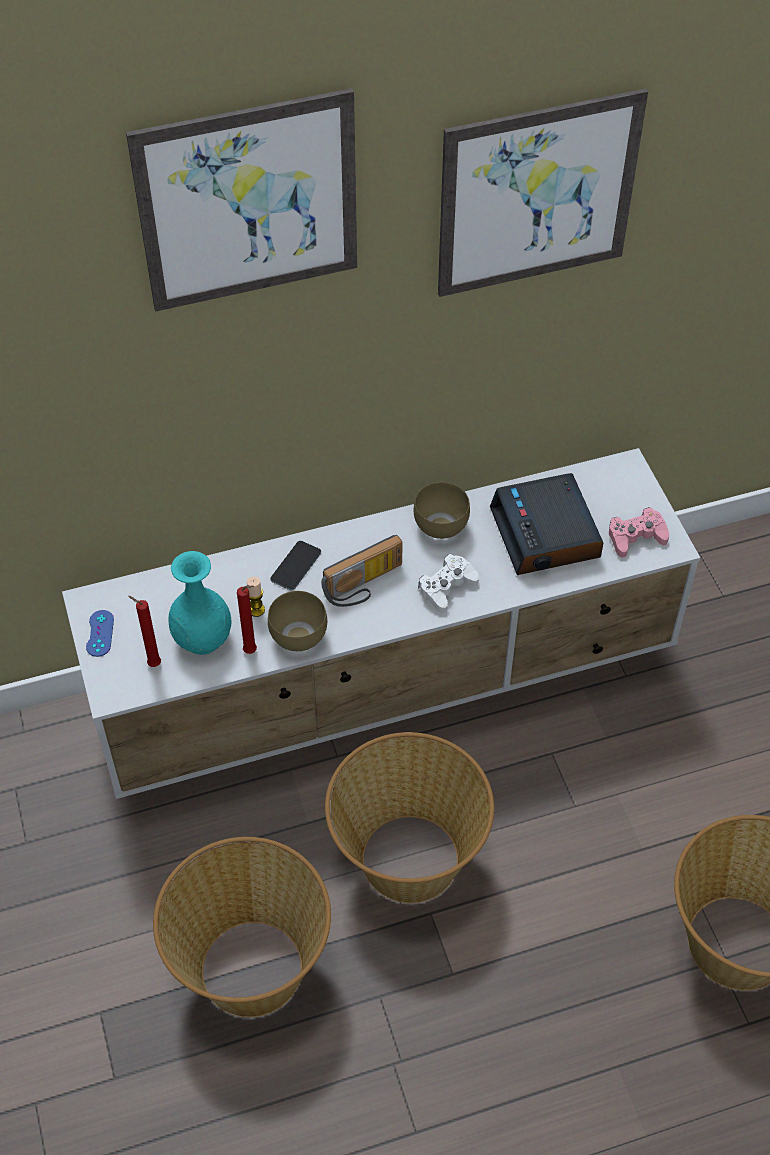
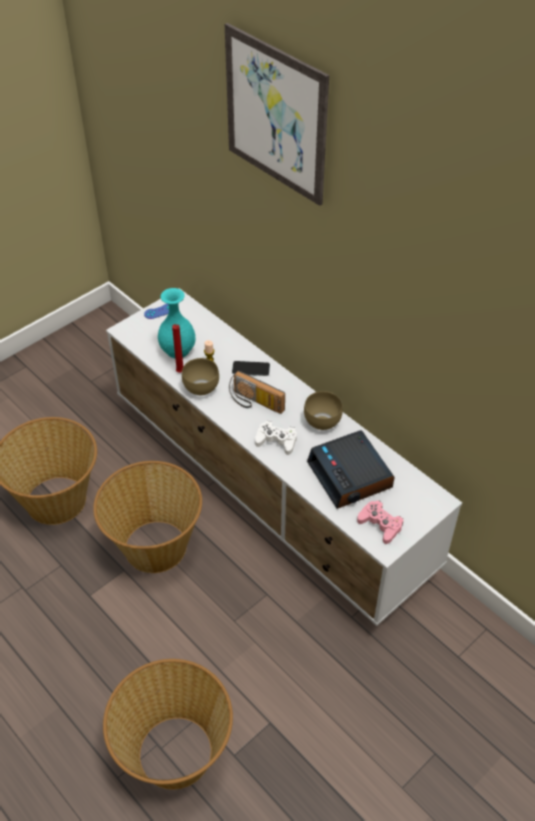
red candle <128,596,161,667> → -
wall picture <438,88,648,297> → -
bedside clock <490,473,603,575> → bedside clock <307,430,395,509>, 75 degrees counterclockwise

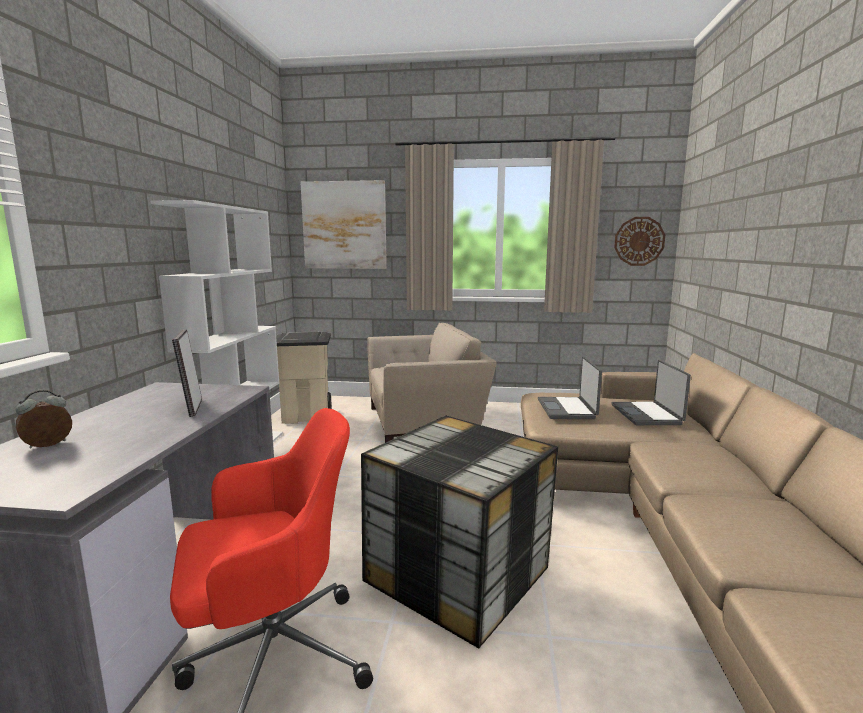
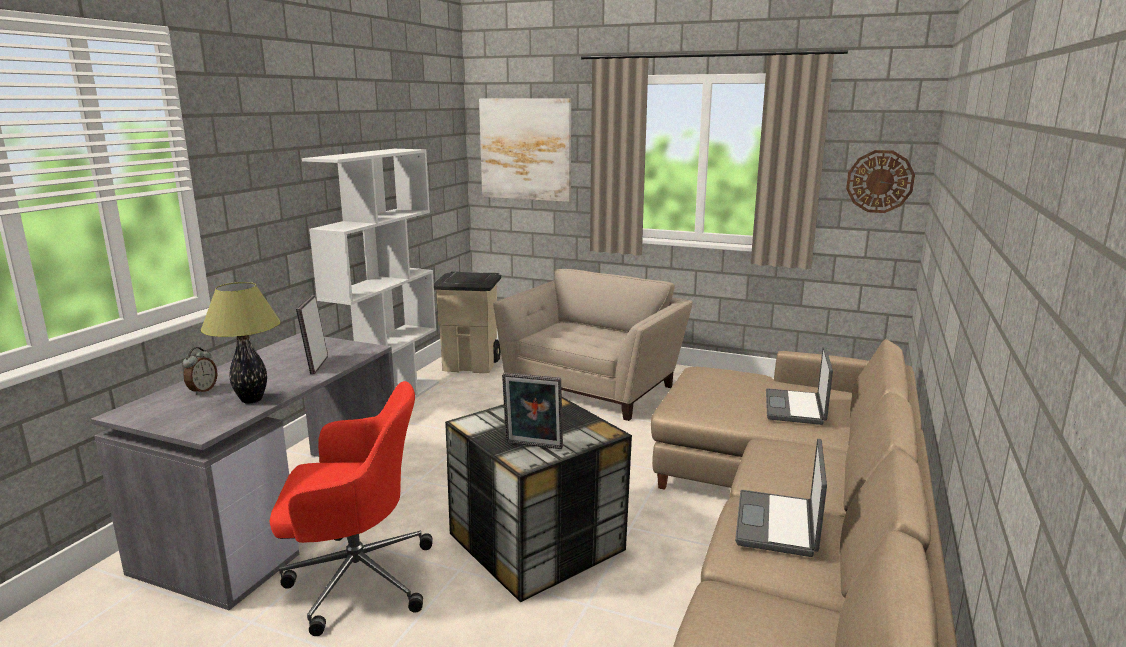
bedside clock <16,390,72,448> → bedside clock <183,347,218,395>, 135 degrees clockwise
sand-coloured armchair <367,323,497,443> → sand-coloured armchair <493,269,693,421>, 60 degrees counterclockwise
portable computer <538,357,602,419> → portable computer <735,439,827,557>, relocated
- → table lamp <201,282,281,404>
- → photo frame <502,373,563,449>

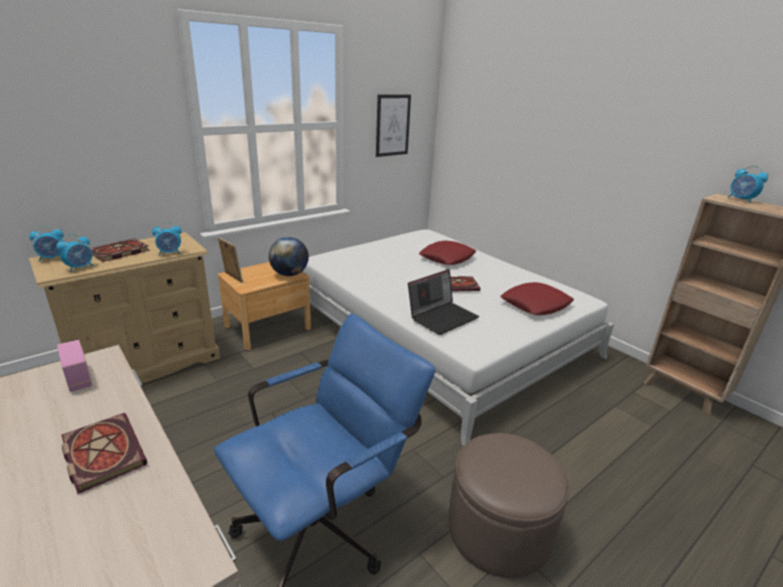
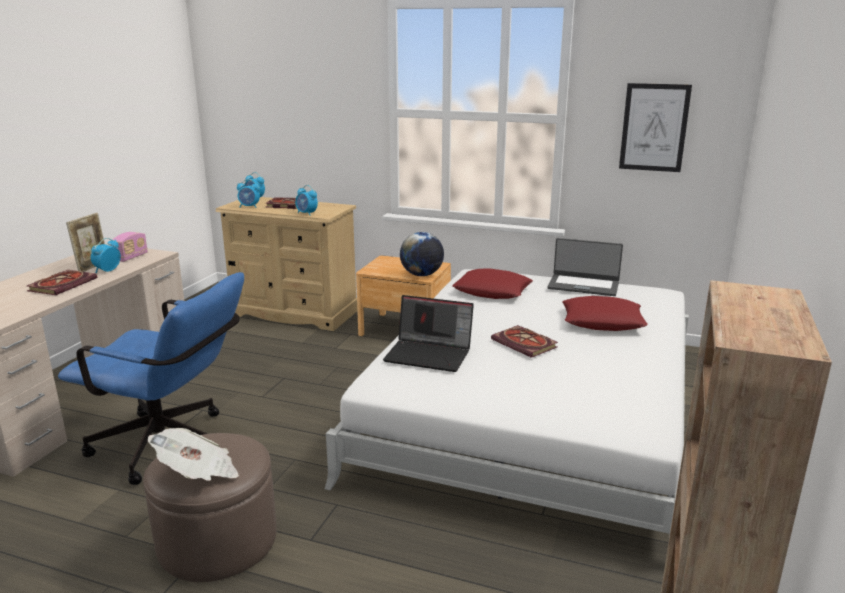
photo frame <218,237,243,283> → photo frame <66,213,105,272>, relocated
red throw pillow <500,282,574,315> → red throw pillow <452,268,533,299>, relocated
bedside clock <727,166,769,203> → bedside clock <91,238,121,273>, relocated
- → newspaper <148,428,239,481>
- → portable computer <547,238,623,296>

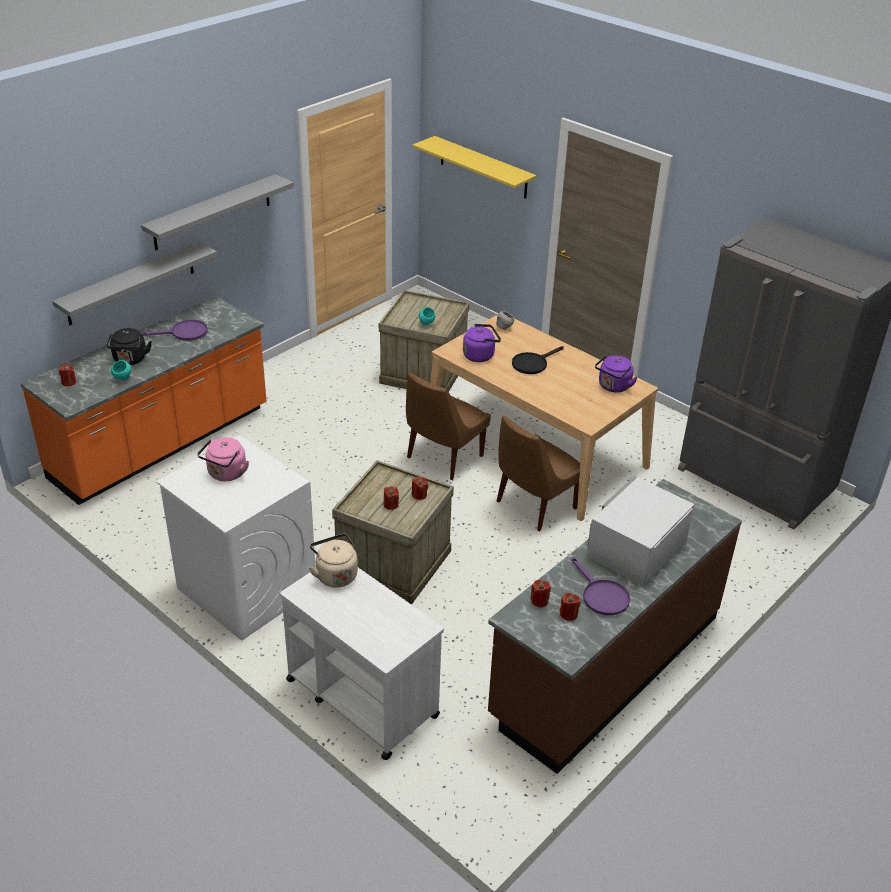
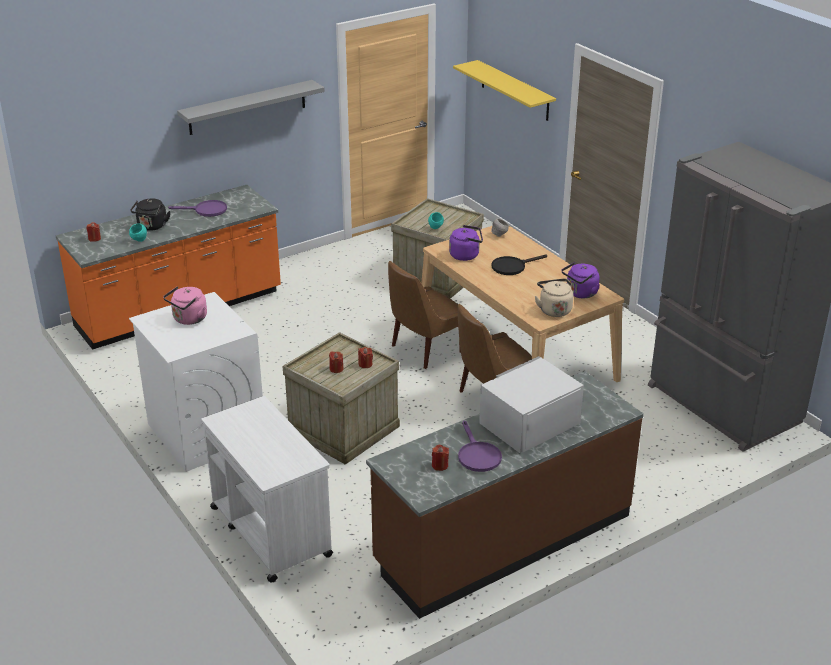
gray bracket shelf <52,242,217,325> → -
sand-coloured kettle <308,534,358,588> → sand-coloured kettle <535,279,573,317>, relocated
red candle <530,580,551,608> → -

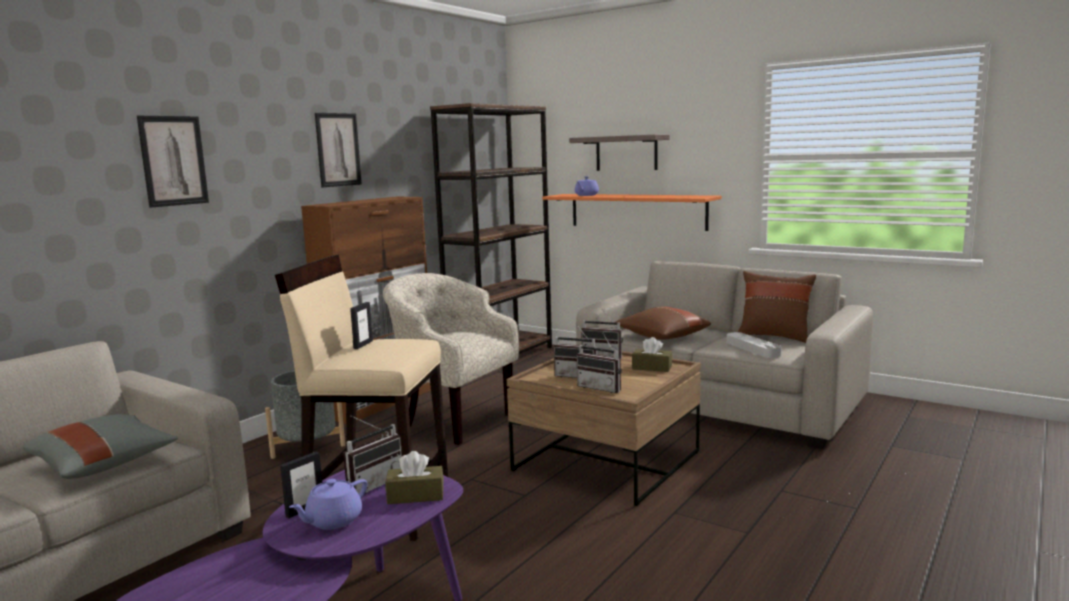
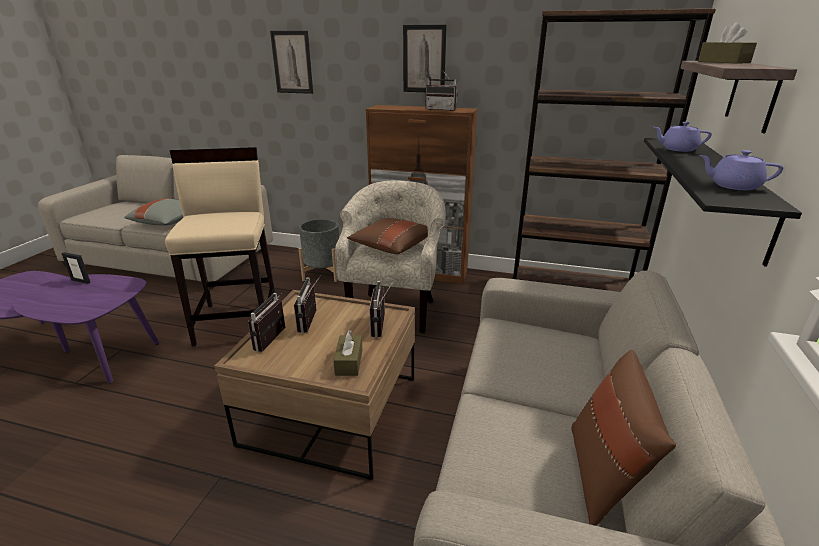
purple-coloured teapot <289,479,367,530> → purple-coloured teapot <699,150,783,190>, relocated
radio <343,415,402,494> → radio <426,70,458,111>, relocated
photo frame <350,302,373,349> → -
brownish tissue box <385,451,444,504> → brownish tissue box <698,22,757,64>, relocated
orange bracket shelf <542,194,722,231> → black-coloured bracket shelf <644,138,802,267>
brownish throw pillow <615,307,711,340> → brownish throw pillow <347,218,428,254>, relocated
gray tray <726,332,782,358> → -

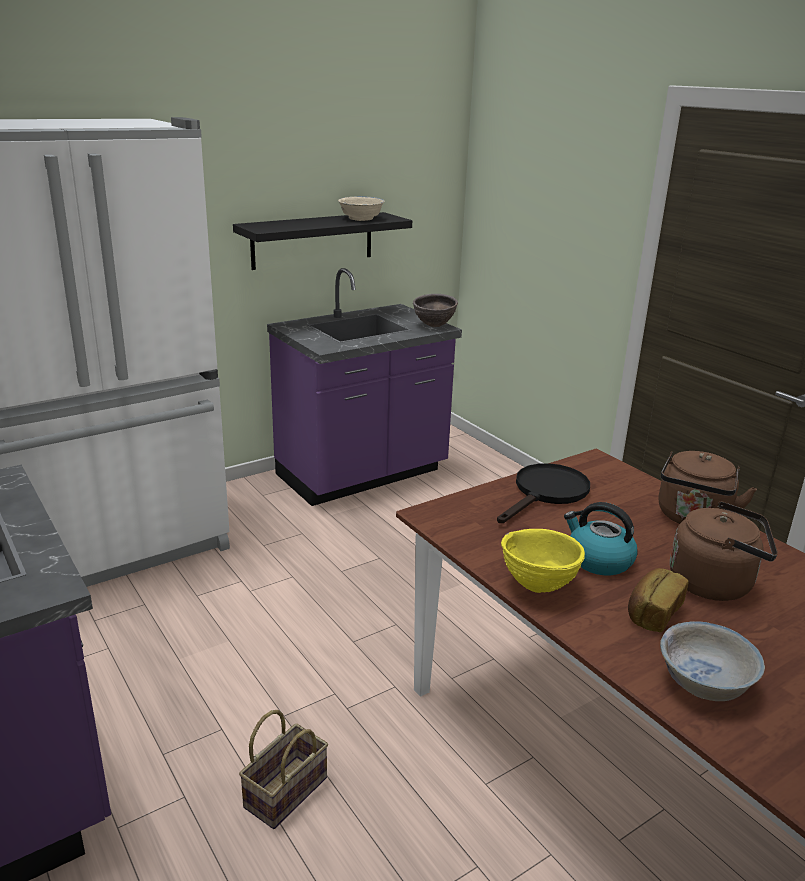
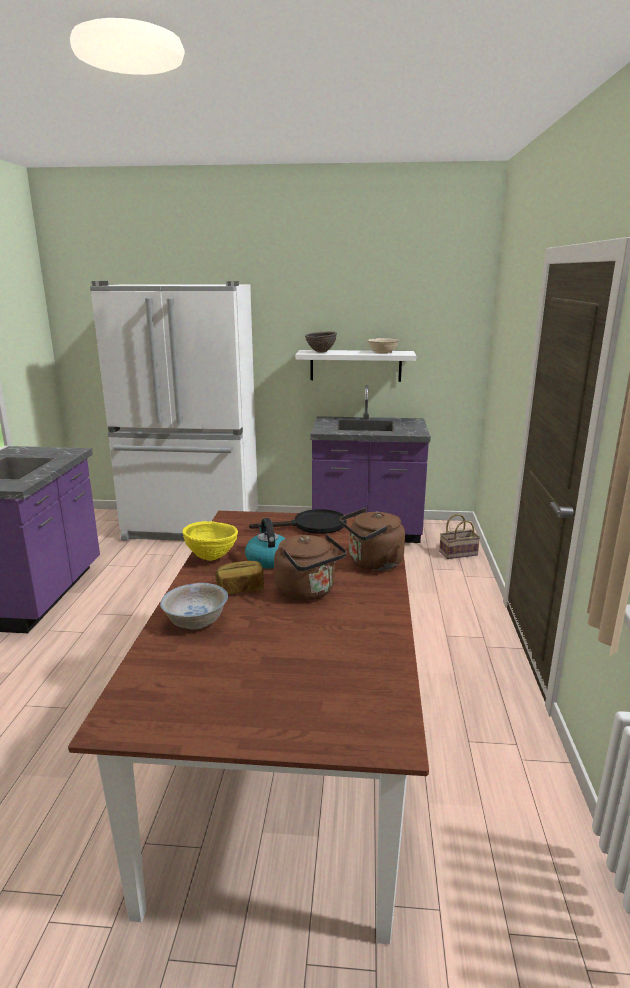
black-coloured bracket shelf <233,212,412,270> → whitish bracket shelf <295,350,416,382>
household basket <239,710,328,829> → household basket <439,514,480,559>, relocated
brownish bowl <413,294,458,327> → brownish bowl <305,331,337,353>, relocated

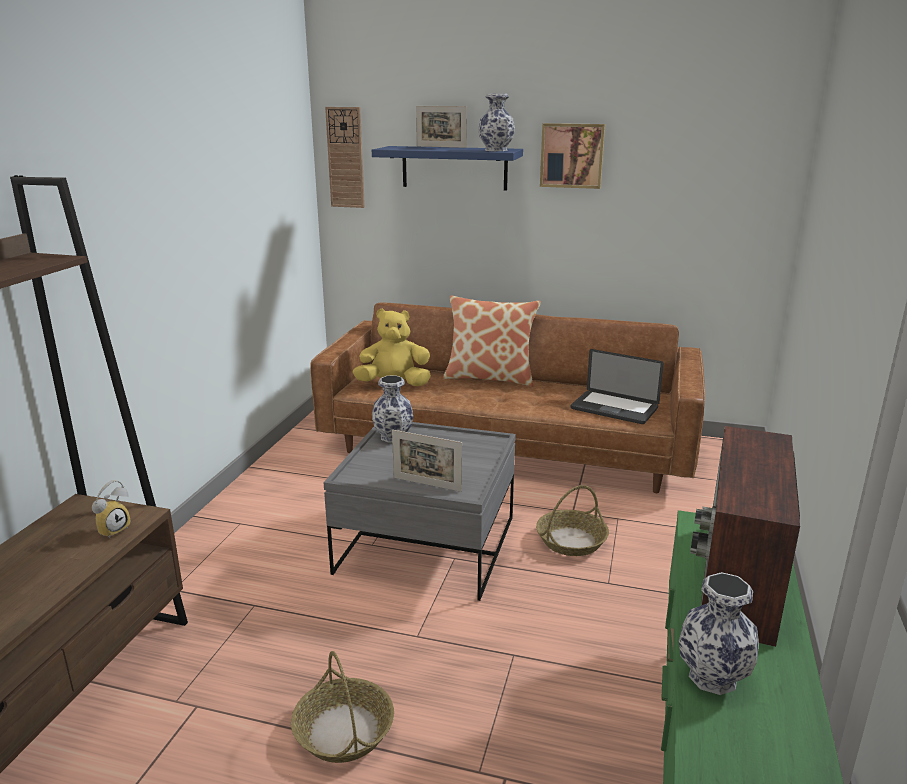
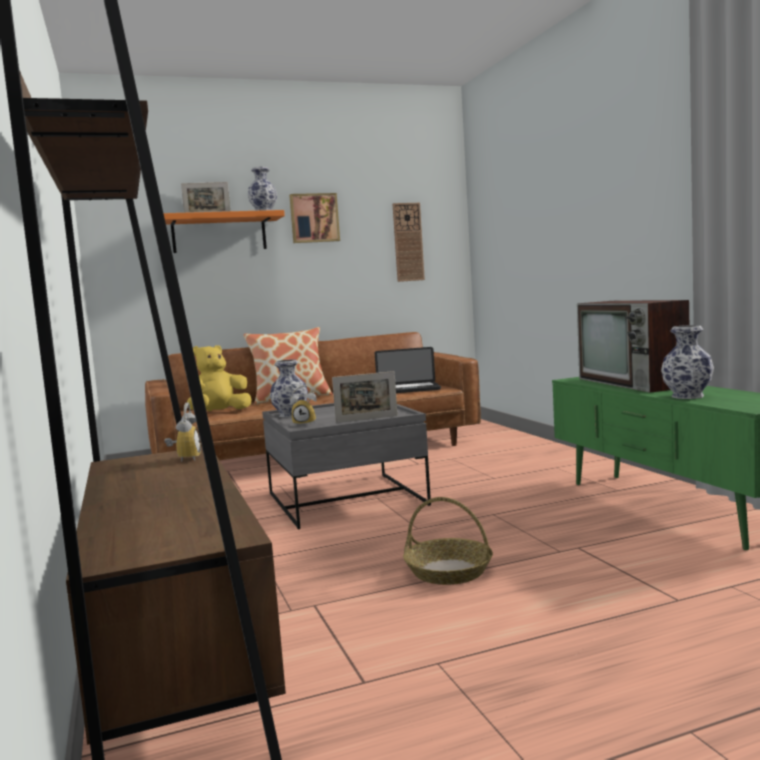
hanging clock <325,107,365,208> → hanging clock <393,203,425,282>, relocated
blue-coloured bracket shelf <372,146,523,190> → orange bracket shelf <164,210,285,253>
household basket <536,485,609,556> → -
- → bedside clock <290,385,317,425>

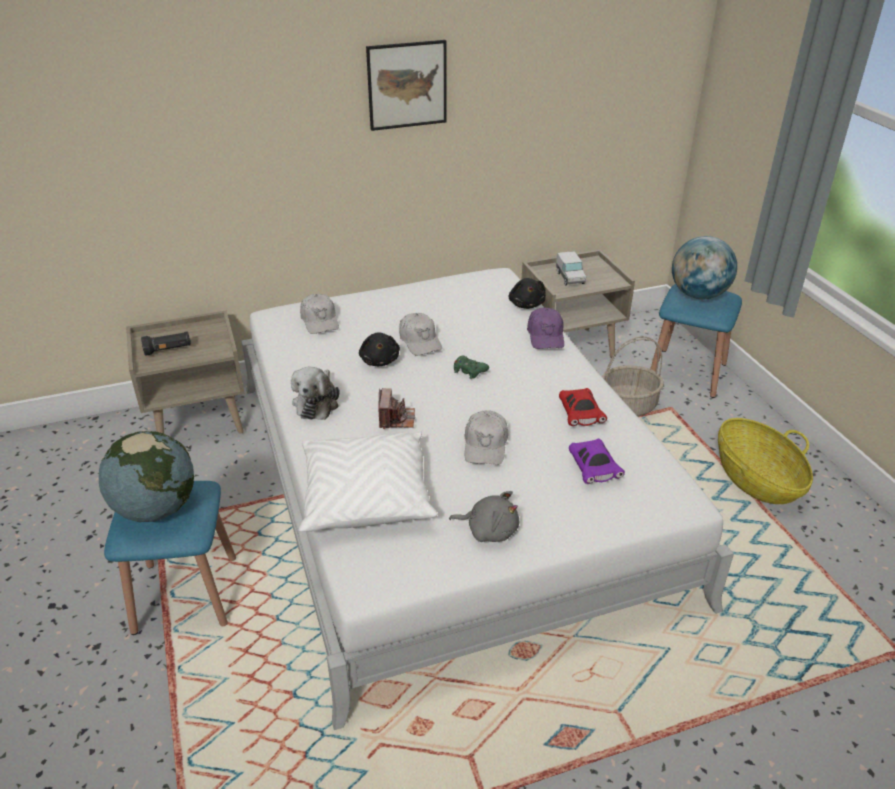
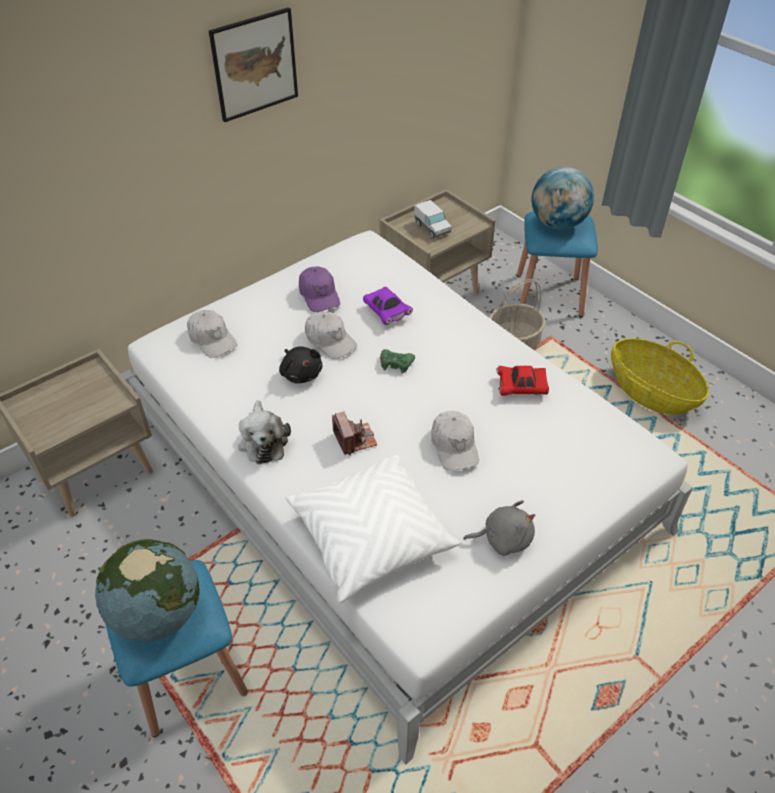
black-coloured torch <141,331,191,356> → -
black-coloured soft toy <508,278,546,309> → -
purple-coloured baseball cap <527,308,564,349> → purple-coloured baseball cap <299,267,340,312>, relocated
red toy car <559,388,607,426> → red toy car <496,366,549,396>, 120 degrees clockwise
purple-coloured toy car <569,439,625,484> → purple-coloured toy car <363,287,413,325>, relocated

